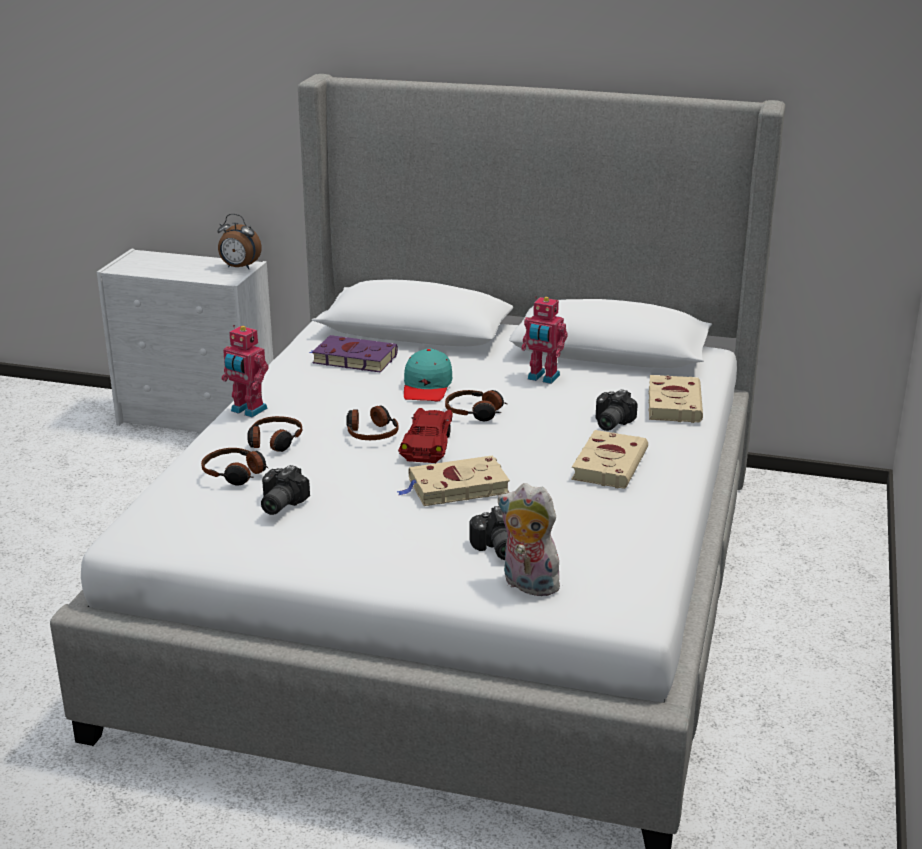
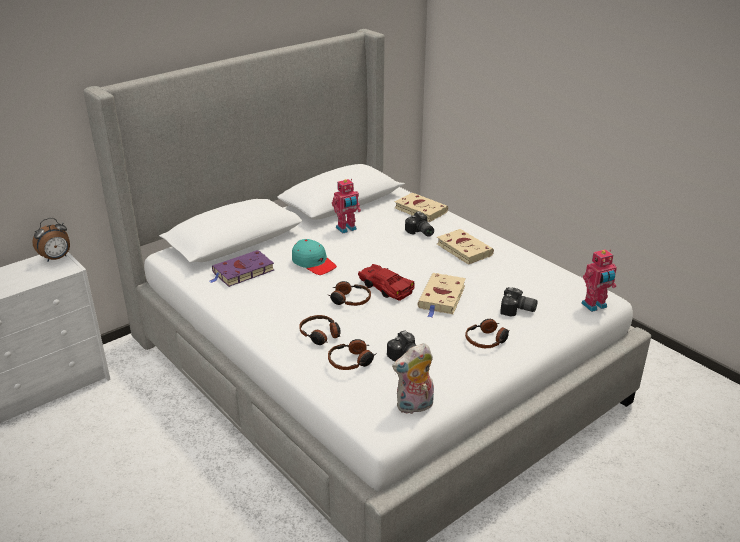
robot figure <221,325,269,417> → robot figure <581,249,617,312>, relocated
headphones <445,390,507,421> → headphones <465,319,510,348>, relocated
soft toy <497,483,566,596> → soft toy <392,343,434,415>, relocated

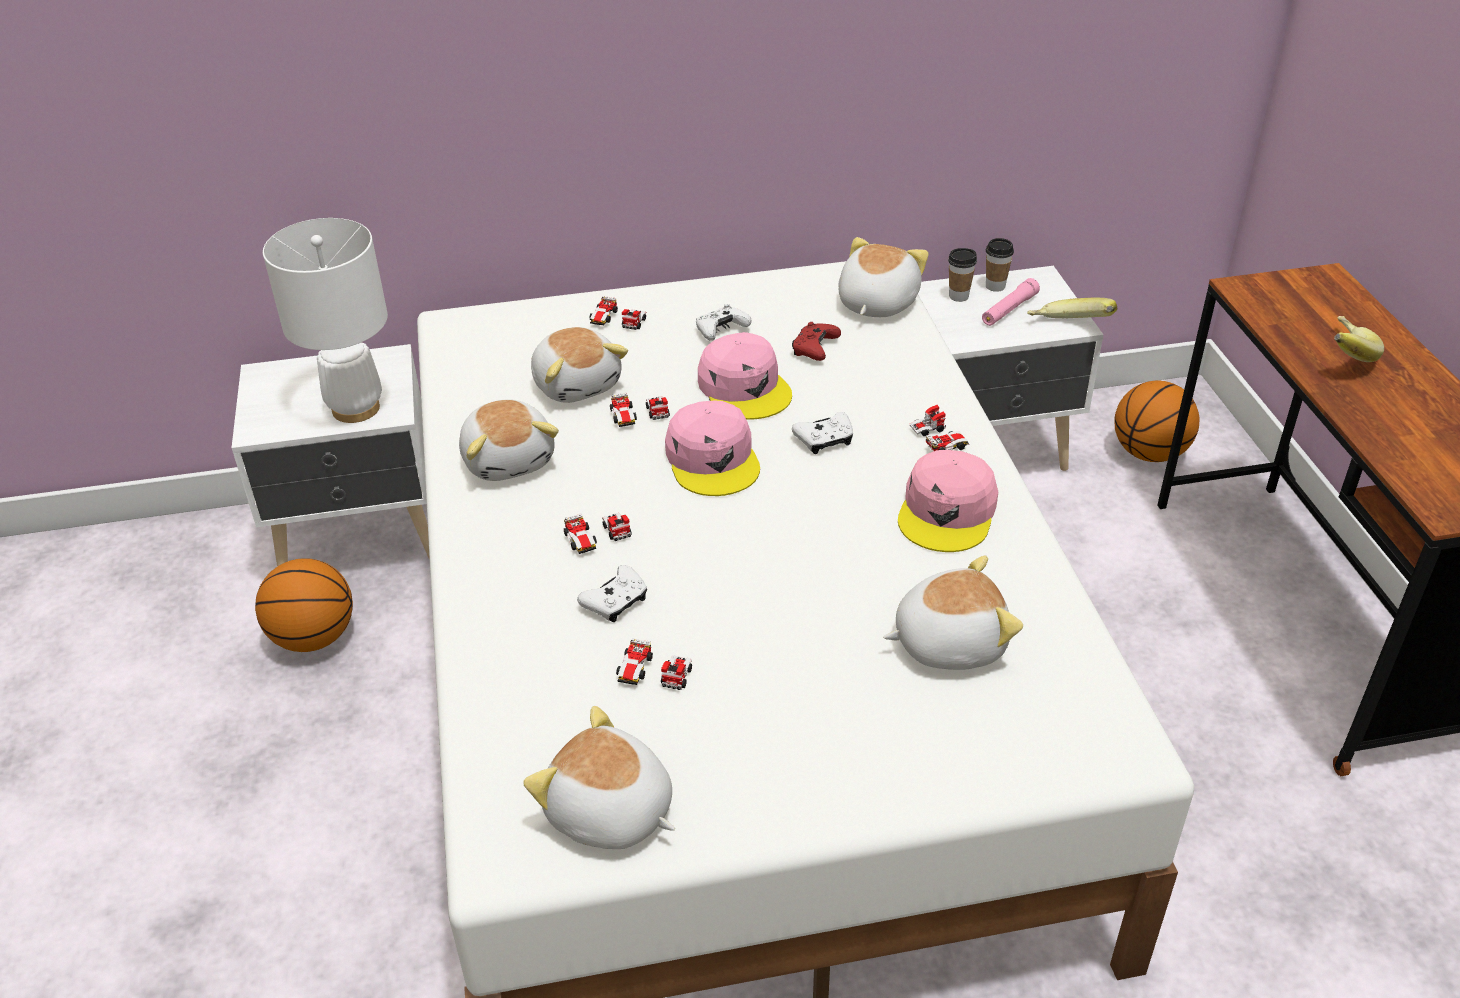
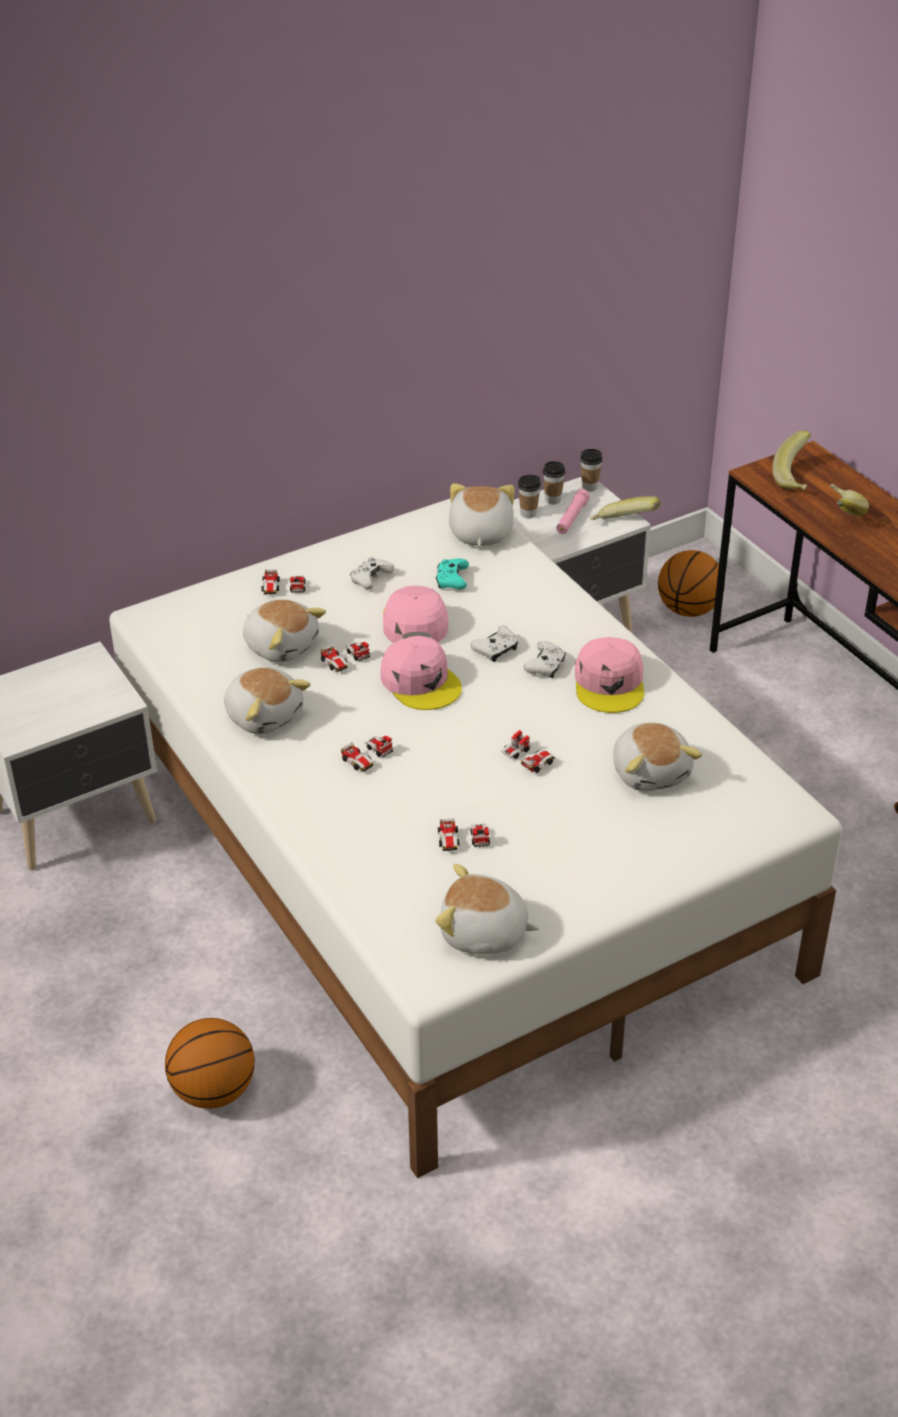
basketball <255,558,353,652> → basketball <165,1018,255,1109>, relocated
whitish table lamp <263,218,388,423> → -
whitish game controller <577,565,647,622> → whitish game controller <524,641,566,678>, relocated
pink-coloured baseball cap <698,332,792,420> → pink-coloured baseball cap <383,586,448,643>, 135 degrees counterclockwise
red game controller <792,322,841,361> → turquoise-coloured game controller <436,559,469,589>
soft toy <883,556,1023,670> → soft toy <613,723,702,791>, 105 degrees clockwise
toy car <910,405,969,451> → toy car <501,730,555,773>, relocated
- → small cup <580,449,603,492>
- → whole banana <772,431,811,490>

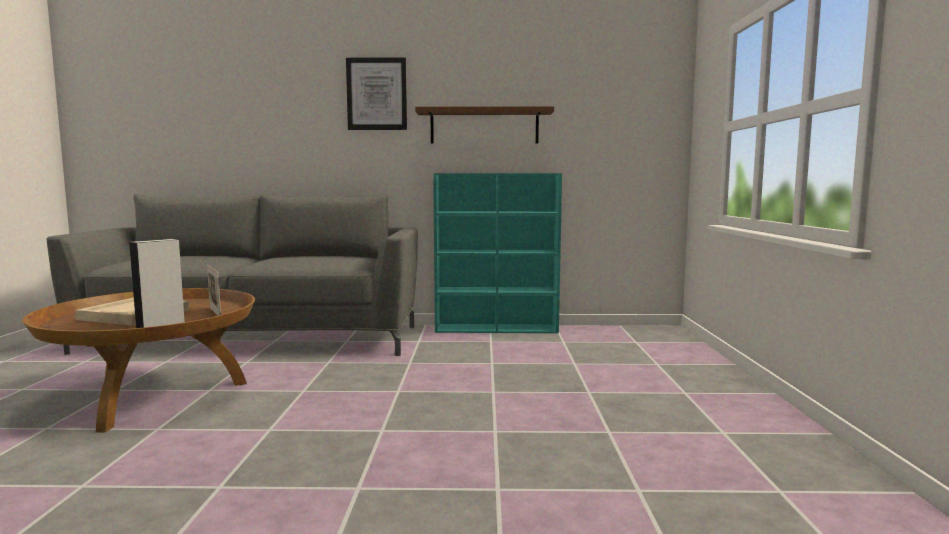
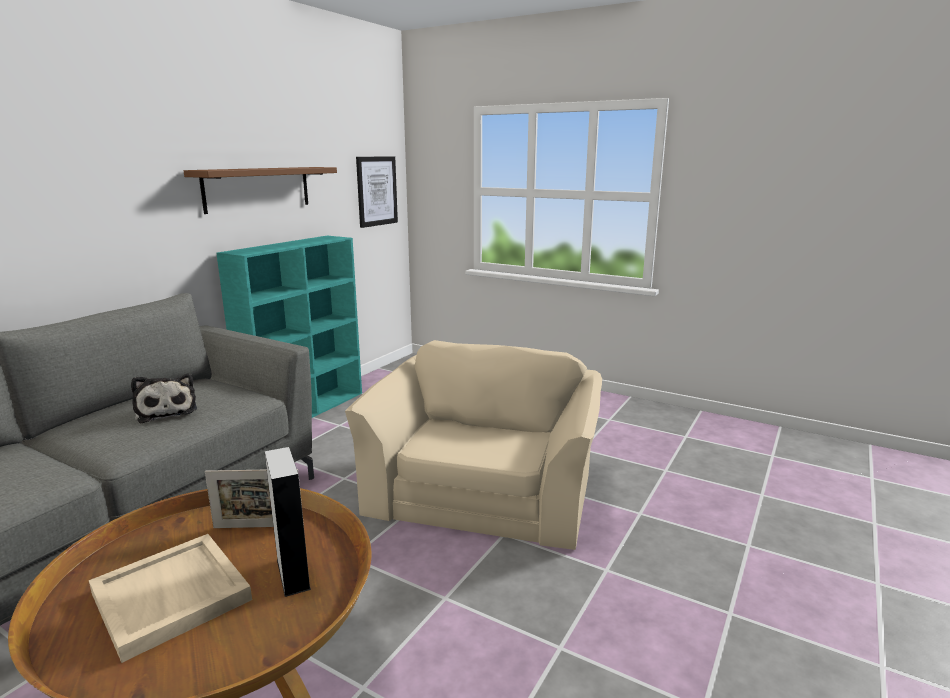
wall picture <346,57,407,130> → wall picture <356,156,398,228>, relocated
- → soft toy <131,374,197,423>
- → sand-coloured armchair <345,340,602,550>

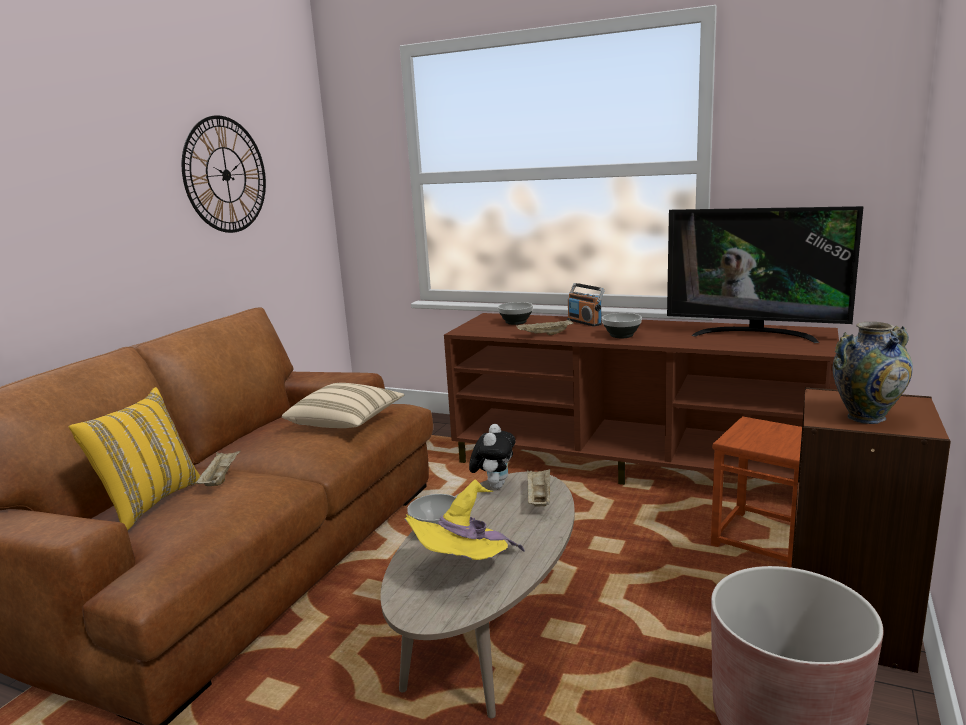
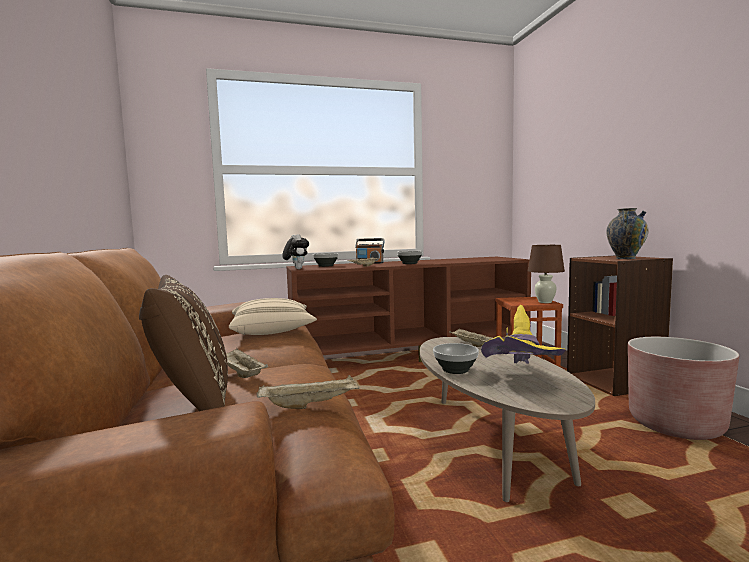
yellow throw pillow <69,387,200,531> → brownish throw pillow <139,275,228,411>
hanging clock <182,115,266,233> → -
soft toy <469,424,515,489> → soft toy <282,234,309,269>, relocated
television <667,206,863,343> → -
- → sand-coloured tray <257,375,360,409>
- → brownish table lamp <528,245,565,303>

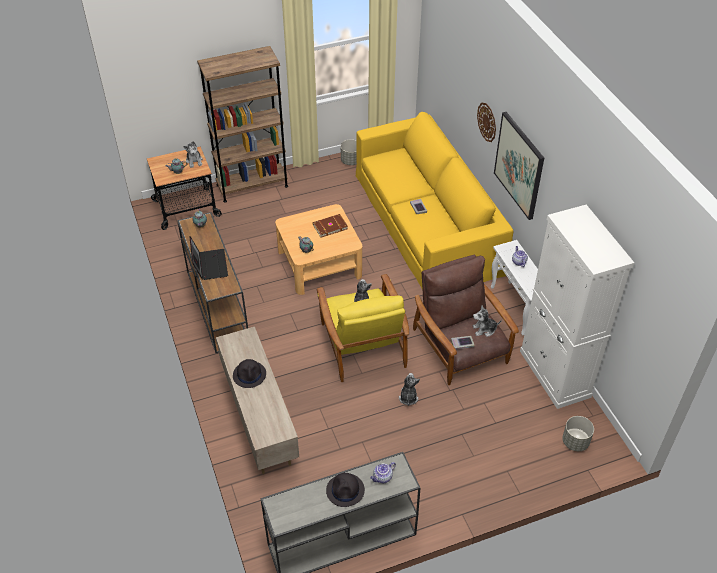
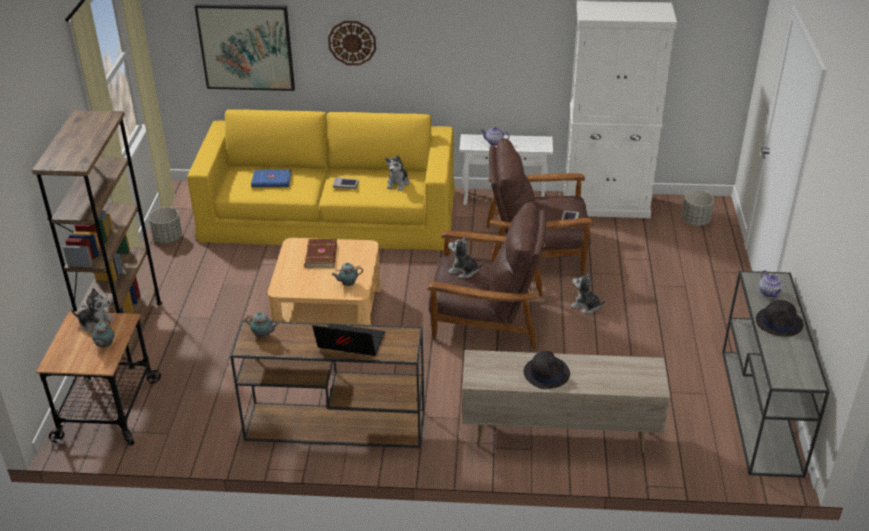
yellow armchair <317,274,409,382> → brownish armchair <427,202,547,349>
soft toy <473,305,502,337> → soft toy <385,155,409,191>, relocated
wall picture <494,112,544,220> → wall picture <194,4,295,91>, relocated
- → blue-coloured volume <251,169,292,188>

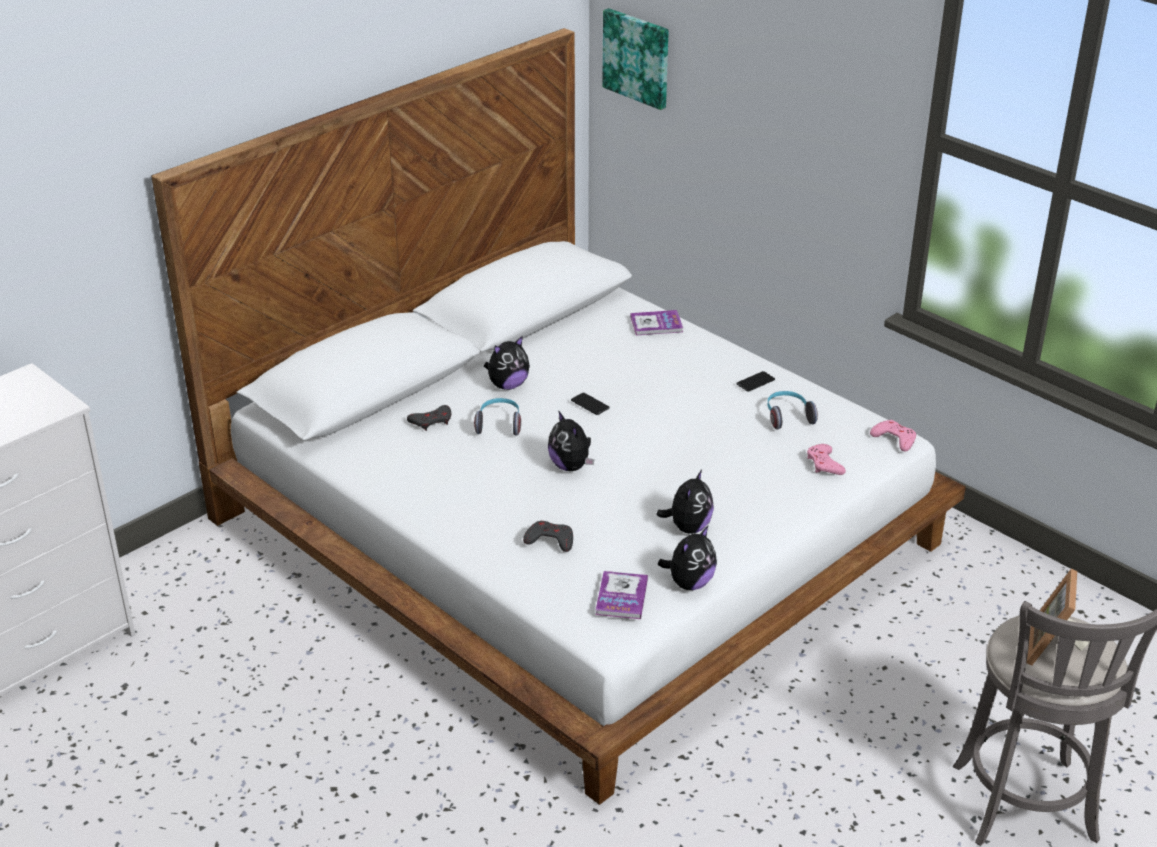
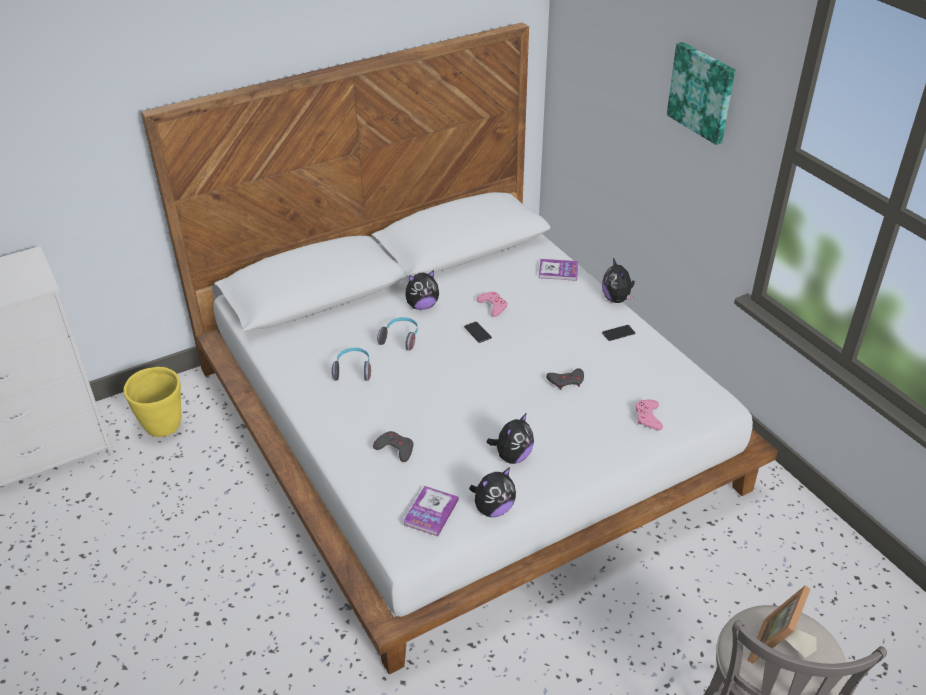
gray game controller <407,405,451,431> → gray game controller <546,368,584,390>, relocated
soft toy <548,410,594,471> → soft toy <602,258,635,303>, relocated
wall picture <602,8,669,110> → wall picture <667,42,735,145>, relocated
headphones <767,391,818,429> → headphones <332,348,371,381>, relocated
pink-coloured game controller <870,420,916,452> → pink-coloured game controller <476,292,508,317>, relocated
- → yellow plant pot <123,367,181,437>

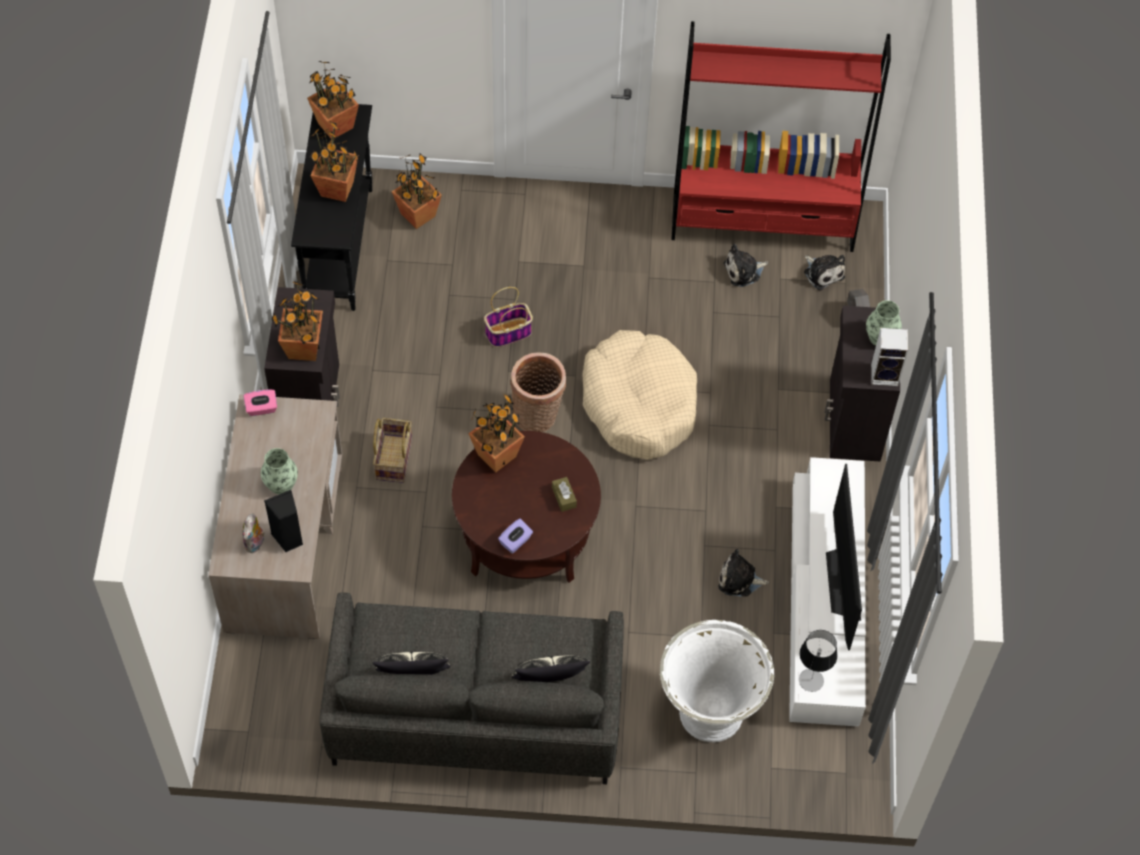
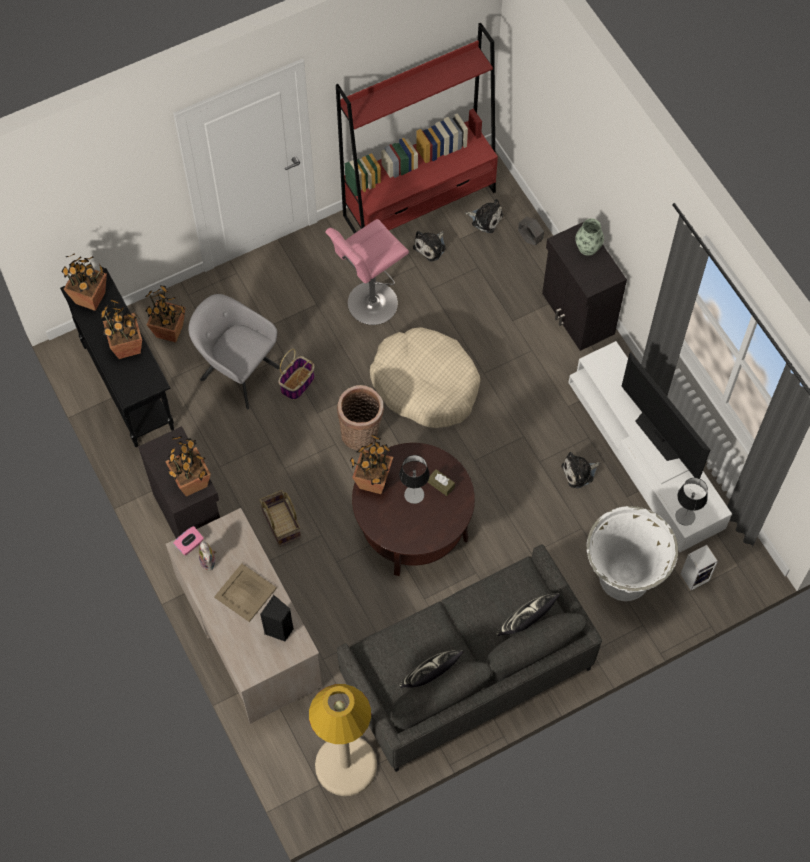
soft toy <242,513,265,553> → soft toy <199,541,217,571>, relocated
flower vase <261,448,298,495> → sand-coloured tray <214,563,277,622>
purple-coloured tissue box <498,518,533,554> → -
audio speaker <871,328,908,386> → audio speaker <680,545,718,591>, relocated
- → gray armchair <188,294,282,409>
- → sand-coloured floor lamp <309,684,377,796>
- → pink-coloured stool <325,219,409,325>
- → table lamp <399,455,430,504>

